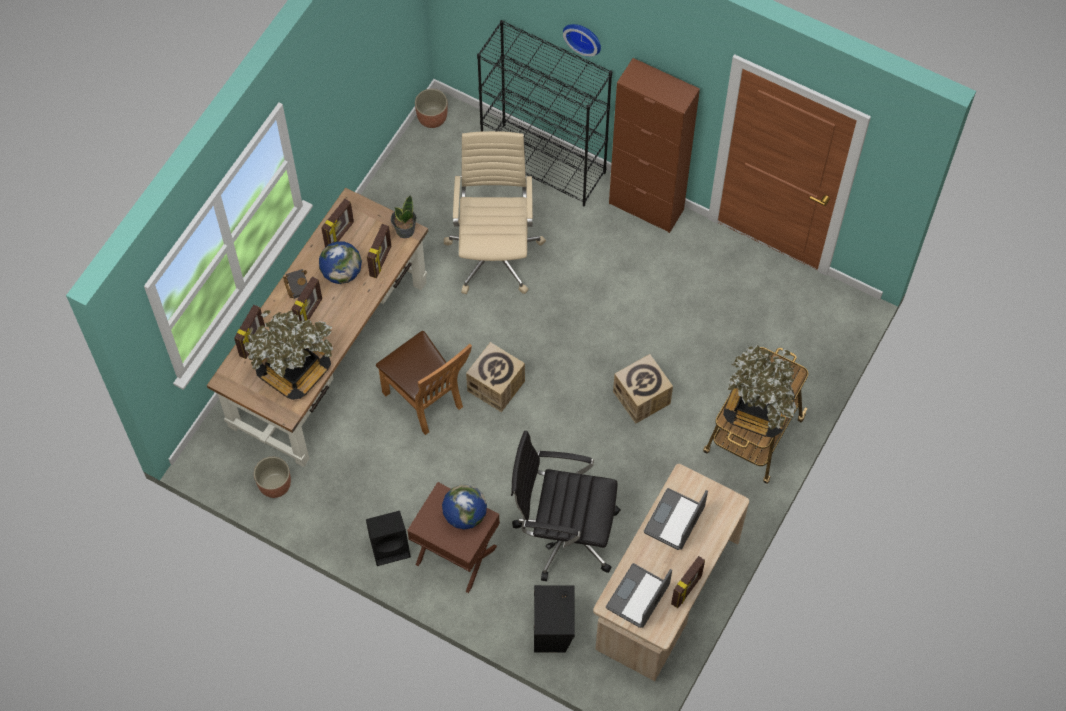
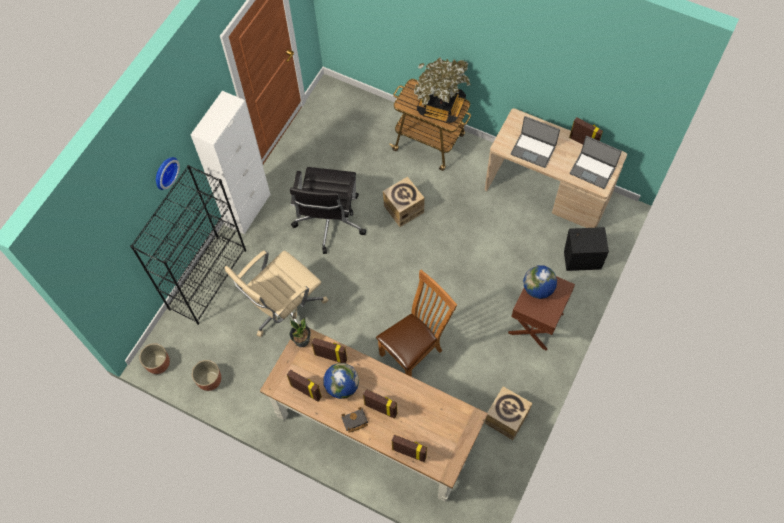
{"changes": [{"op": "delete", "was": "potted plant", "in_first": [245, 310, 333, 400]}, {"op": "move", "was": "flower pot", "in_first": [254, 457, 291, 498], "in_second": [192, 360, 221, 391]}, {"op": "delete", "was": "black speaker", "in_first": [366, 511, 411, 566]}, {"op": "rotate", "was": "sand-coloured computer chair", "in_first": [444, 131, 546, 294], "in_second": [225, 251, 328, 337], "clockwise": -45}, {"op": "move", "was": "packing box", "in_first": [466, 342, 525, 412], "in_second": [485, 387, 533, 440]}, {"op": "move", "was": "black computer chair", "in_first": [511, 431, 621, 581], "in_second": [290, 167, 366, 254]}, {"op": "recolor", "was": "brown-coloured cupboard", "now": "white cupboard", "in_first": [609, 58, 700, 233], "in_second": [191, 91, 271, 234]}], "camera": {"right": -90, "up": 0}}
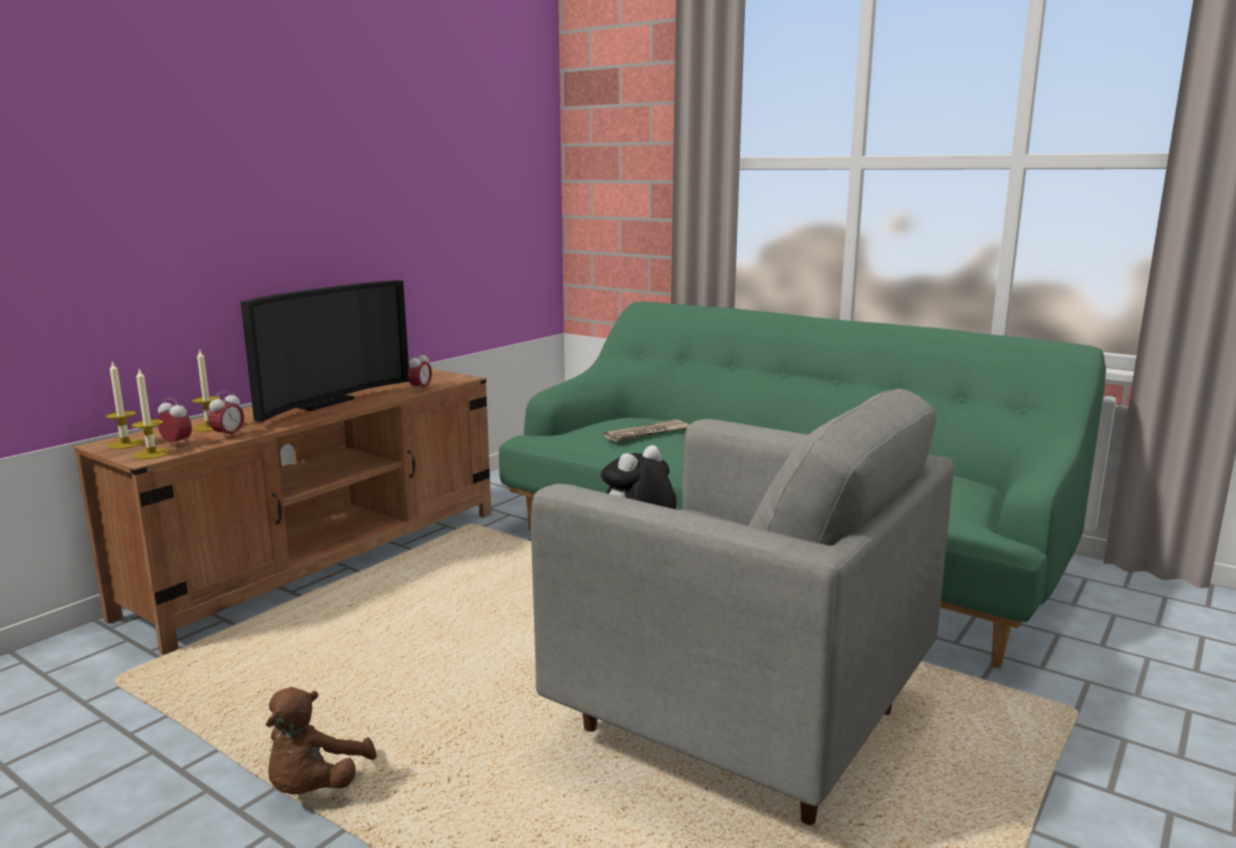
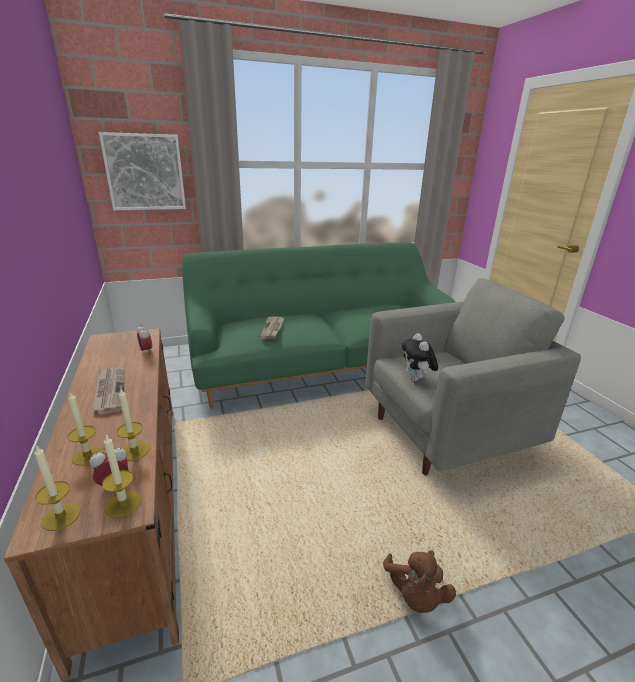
{"changes": [{"op": "replace", "was": "table clock", "now": "candle", "in_first": [209, 391, 244, 440], "in_second": [117, 389, 149, 461]}, {"op": "replace", "was": "TV set", "now": "daily paper", "in_first": [241, 280, 409, 422], "in_second": [92, 368, 125, 414]}, {"op": "rotate", "was": "brown-coloured soft toy", "in_first": [266, 687, 377, 794], "in_second": [383, 550, 456, 613], "clockwise": 45}, {"op": "insert", "now": "picture", "in_second": [99, 132, 186, 210]}], "camera": {"right": -55, "up": 10}}
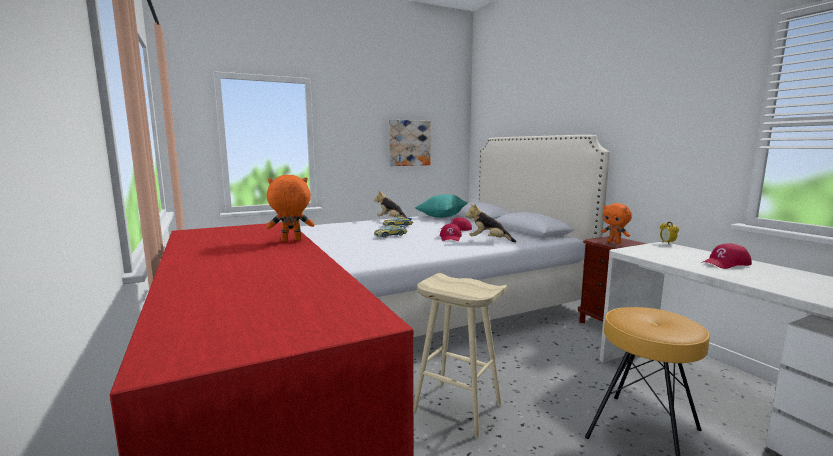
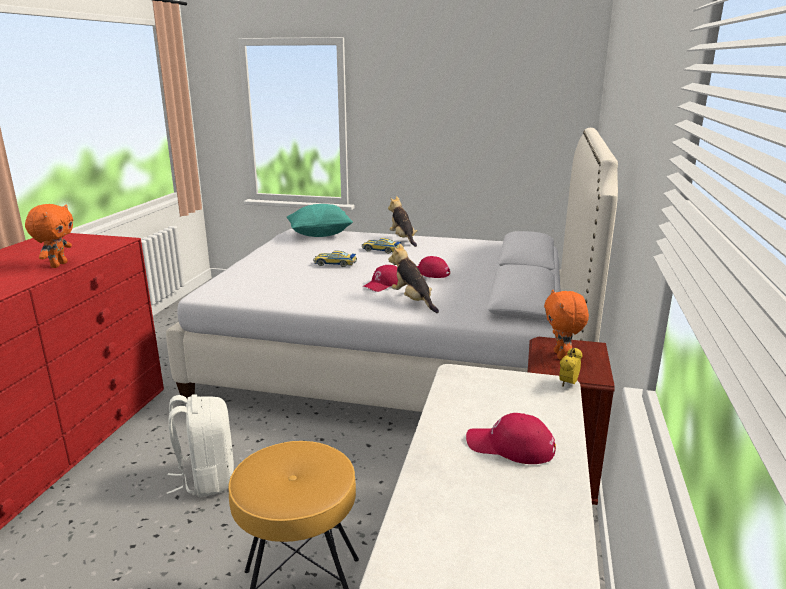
{"changes": [{"op": "rotate", "was": "orange-coloured soft toy", "in_first": [266, 175, 314, 242], "in_second": [25, 204, 73, 268], "clockwise": 75}, {"op": "delete", "was": "picture", "in_first": [389, 120, 431, 166]}, {"op": "replace", "was": "sand-coloured sitting stool", "now": "white backpack", "in_first": [414, 273, 507, 438], "in_second": [167, 394, 234, 497]}, {"op": "move", "was": "turquoise-coloured throw pillow", "in_first": [415, 194, 468, 218], "in_second": [287, 204, 353, 237]}], "camera": {"right": 40, "up": 10}}
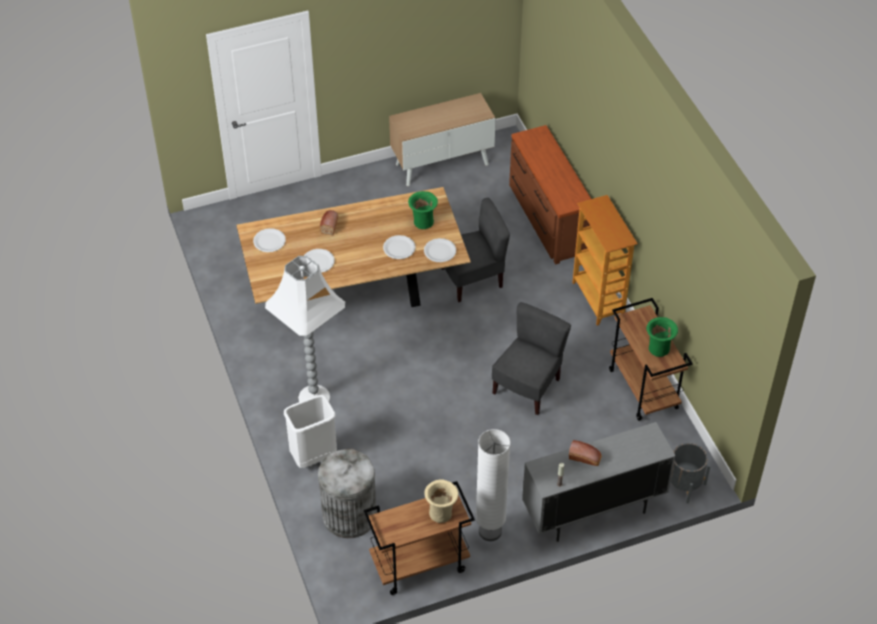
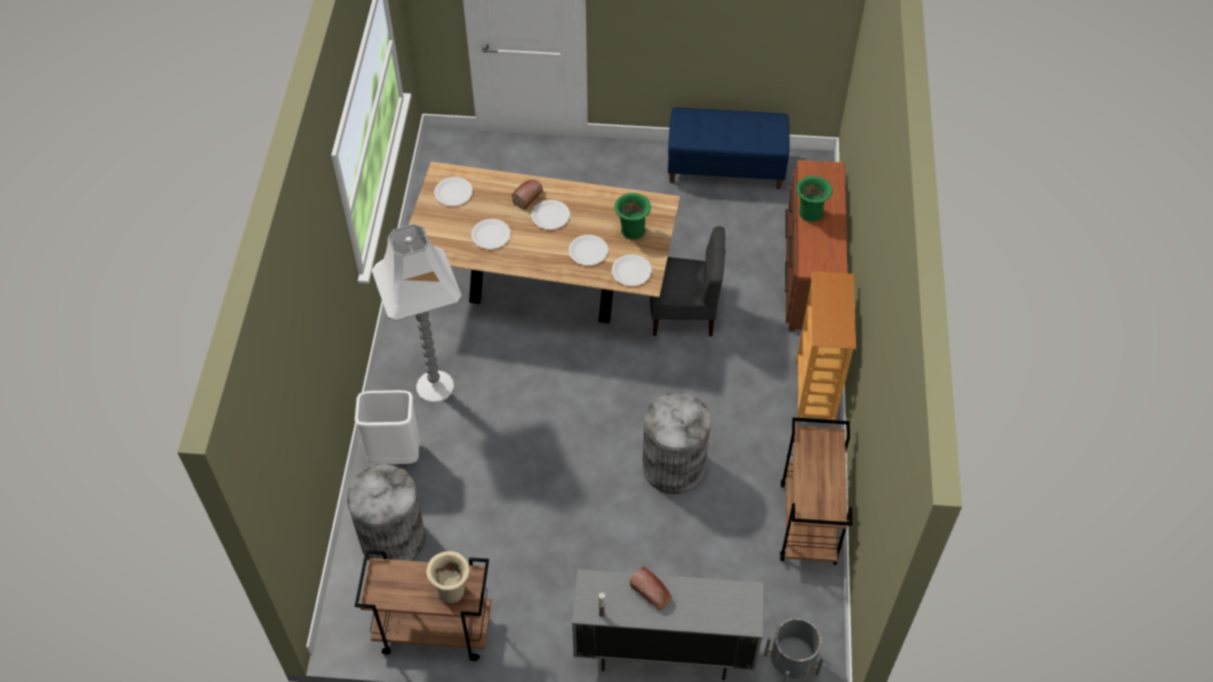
{"changes": [{"op": "replace", "was": "cupboard", "now": "bluish long seat", "in_first": [389, 93, 496, 186], "in_second": [668, 108, 790, 189]}, {"op": "delete", "was": "white standing lamp", "in_first": [476, 429, 511, 541]}, {"op": "replace", "was": "greyish chair", "now": "greyish trash can", "in_first": [492, 302, 571, 415], "in_second": [643, 392, 711, 494]}, {"op": "move", "was": "greenish vase", "in_first": [646, 317, 678, 357], "in_second": [796, 176, 833, 222]}, {"op": "insert", "now": "white dinner plate", "in_second": [531, 200, 570, 230]}], "camera": {"right": 25, "up": 5}}
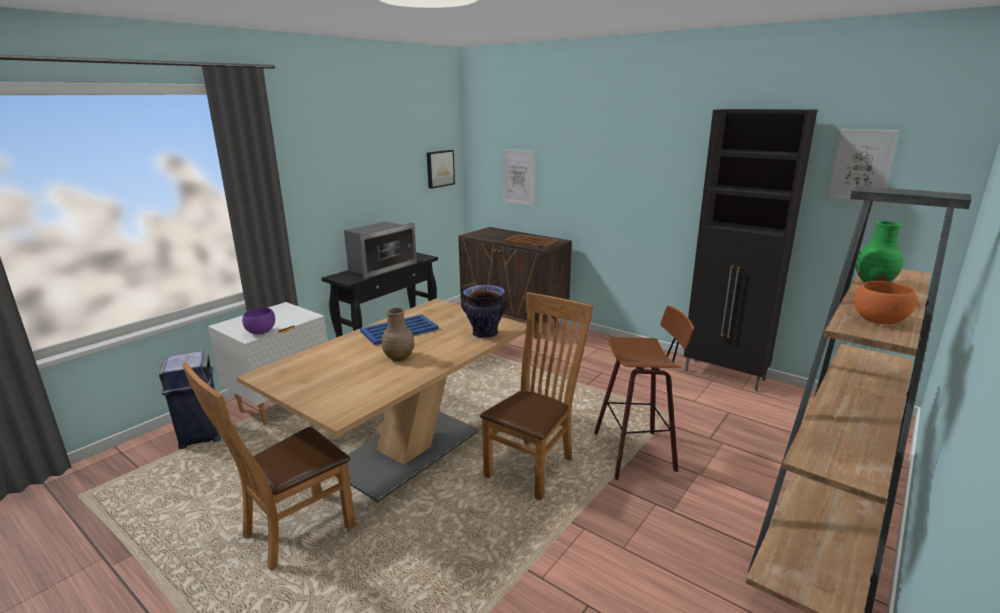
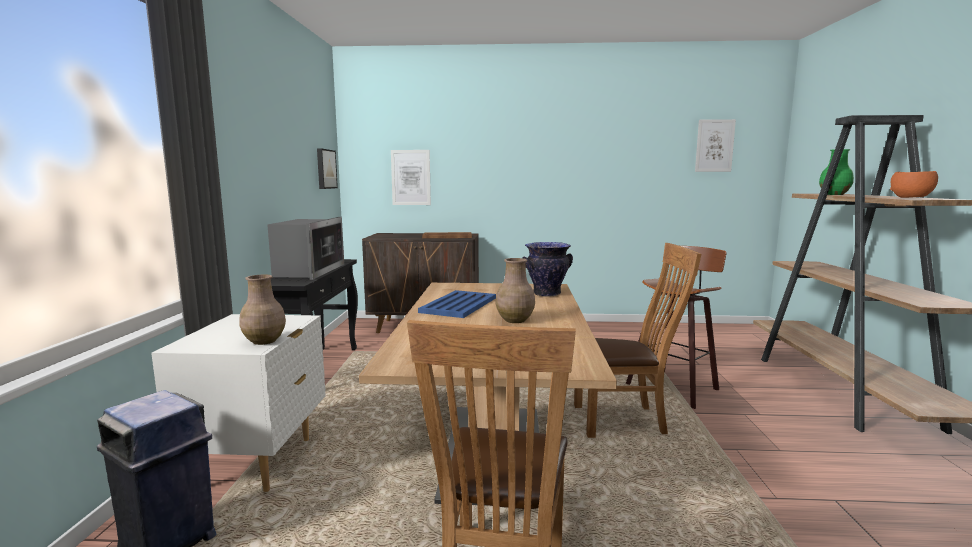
{"changes": [{"op": "replace", "was": "purplish serving bowl", "now": "brown-coloured vase", "in_first": [242, 308, 275, 335], "in_second": [239, 275, 286, 345]}, {"op": "rotate", "was": "brown-coloured chair", "in_first": [480, 292, 593, 501], "in_second": [574, 243, 701, 438], "clockwise": 90}, {"op": "delete", "was": "black cupboard", "in_first": [684, 109, 818, 391]}], "camera": {"right": -35, "up": -10}}
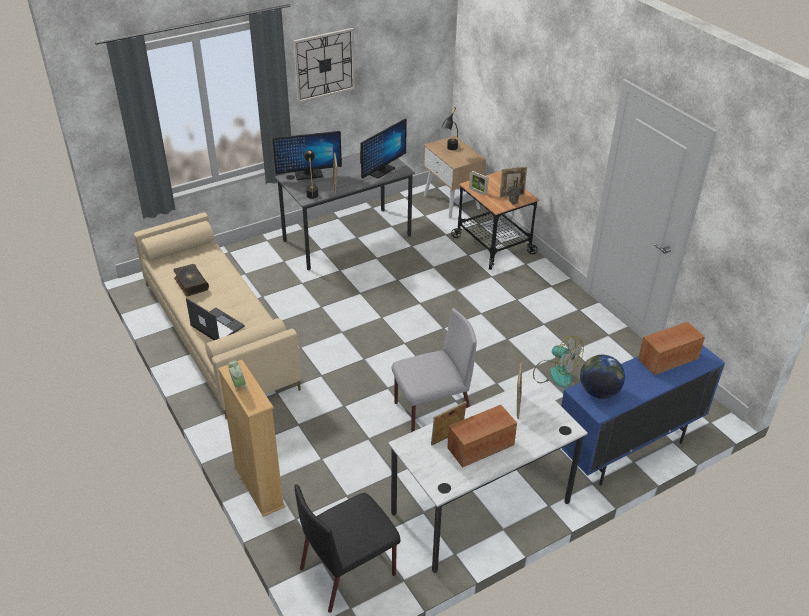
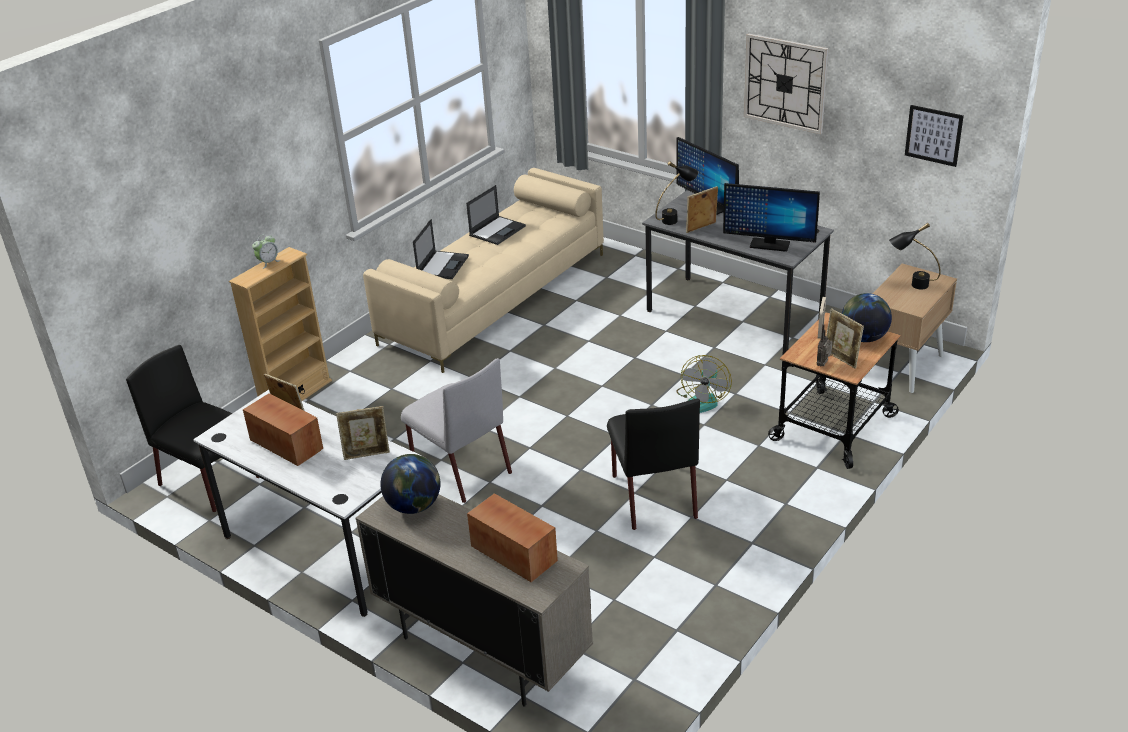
{"changes": [{"op": "replace", "was": "volume", "now": "portable computer", "in_first": [173, 264, 209, 297], "in_second": [466, 185, 526, 245]}, {"op": "move", "was": "fan", "in_first": [533, 336, 584, 388], "in_second": [677, 355, 732, 413]}, {"op": "recolor", "was": "bluish cupboard", "now": "sand-coloured cupboard", "in_first": [561, 346, 725, 486], "in_second": [356, 494, 593, 706]}, {"op": "insert", "now": "black chair", "in_second": [607, 399, 700, 530]}, {"op": "insert", "now": "desk globe", "in_second": [842, 293, 892, 342]}, {"op": "insert", "now": "picture", "in_second": [905, 105, 964, 167]}], "camera": {"right": 70, "up": -5}}
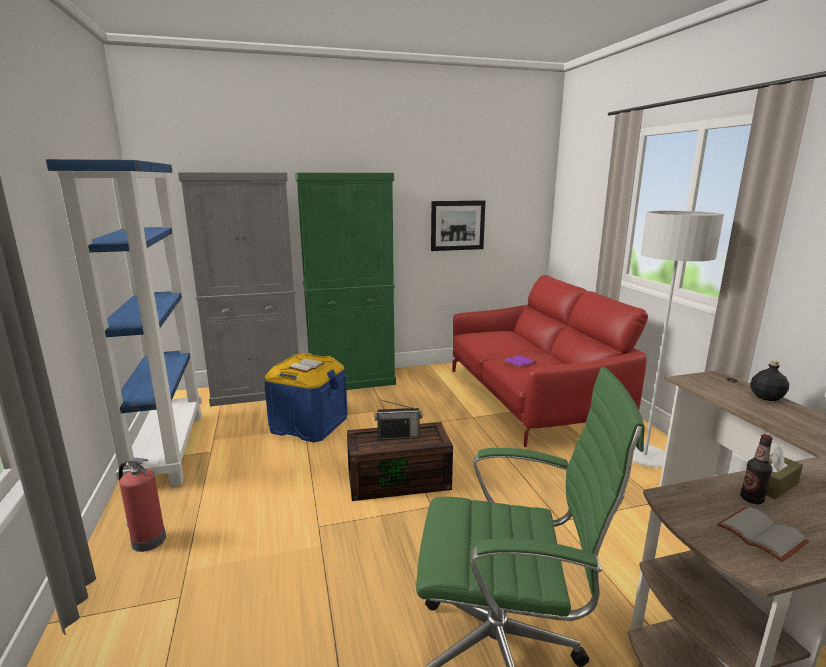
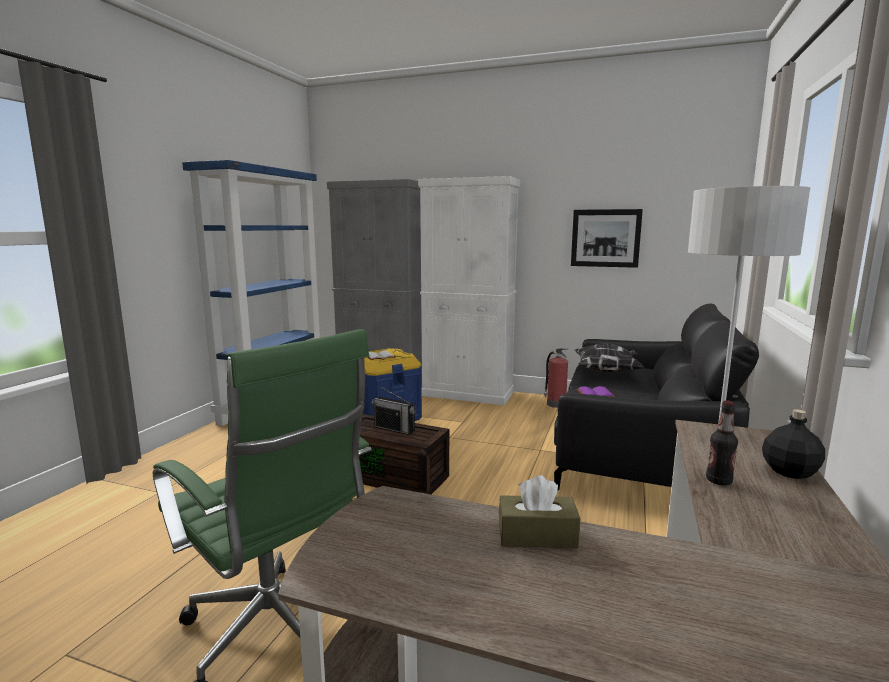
{"changes": [{"op": "move", "was": "extinguisher", "in_first": [119, 458, 166, 552], "in_second": [544, 348, 569, 408]}, {"op": "recolor", "was": "greenish cupboard", "now": "white cupboard", "in_first": [295, 173, 396, 390], "in_second": [418, 176, 520, 405]}, {"op": "recolor", "was": "red-coloured couch", "now": "black couch", "in_first": [452, 275, 648, 447], "in_second": [554, 303, 759, 491]}, {"op": "delete", "was": "greyish volume", "in_first": [717, 507, 810, 562]}, {"op": "move", "was": "bottle", "in_first": [740, 434, 772, 504], "in_second": [706, 401, 738, 485]}, {"op": "insert", "now": "throw pillow", "in_second": [575, 343, 644, 373]}], "camera": {"right": 35, "up": -5}}
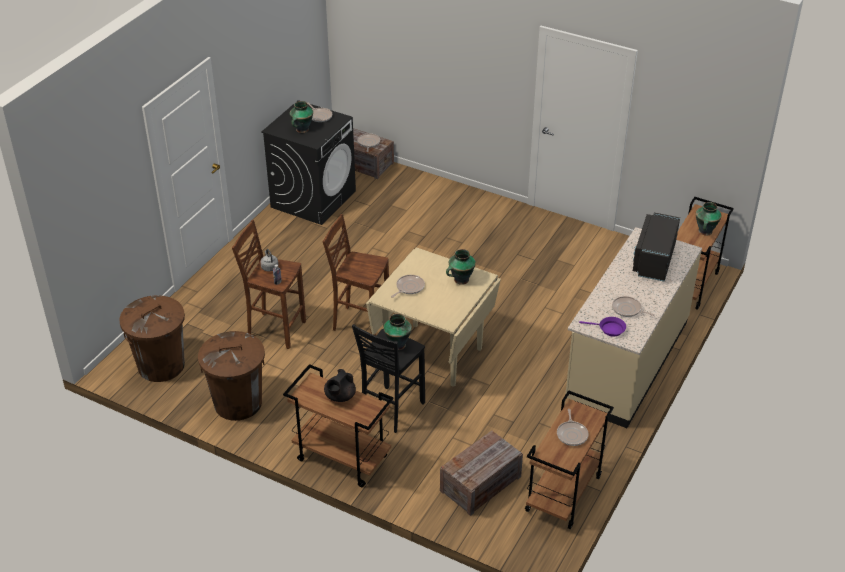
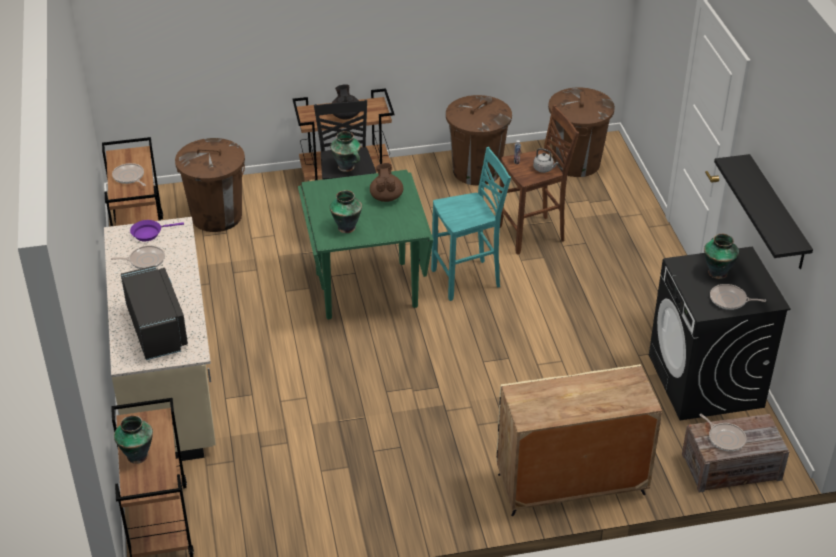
{"changes": [{"op": "recolor", "was": "brown-coloured sitting stool", "now": "turquoise-coloured sitting stool", "in_first": [323, 214, 389, 336], "in_second": [431, 147, 511, 301]}, {"op": "recolor", "was": "sand-coloured kitchen table", "now": "greenish kitchen table", "in_first": [366, 247, 501, 387], "in_second": [298, 170, 433, 319]}, {"op": "replace", "was": "pan", "now": "brown-coloured teapot", "in_first": [391, 275, 425, 298], "in_second": [370, 163, 403, 202]}, {"op": "replace", "was": "crate", "now": "brown-coloured trash can", "in_first": [440, 430, 523, 516], "in_second": [175, 138, 245, 232]}, {"op": "insert", "now": "sand-coloured cupboard", "in_second": [496, 364, 662, 516]}, {"op": "insert", "now": "black wall shelf", "in_second": [714, 154, 813, 269]}], "camera": {"right": 140, "up": 0}}
